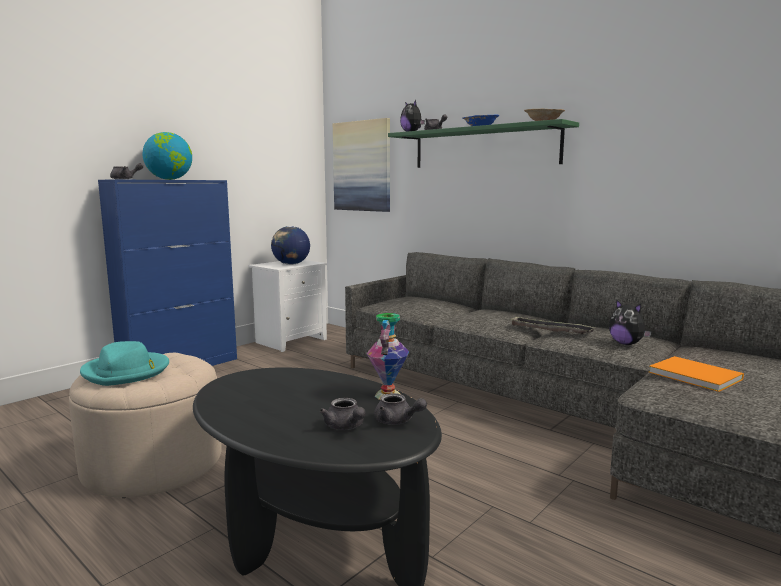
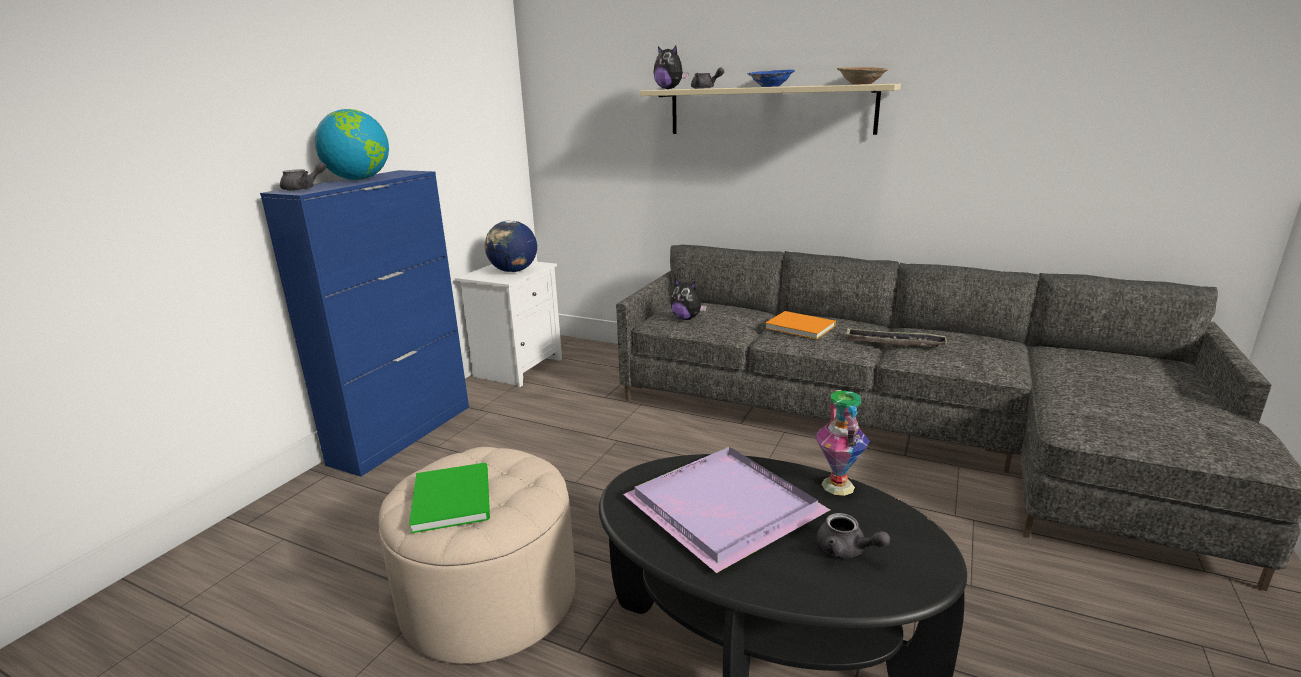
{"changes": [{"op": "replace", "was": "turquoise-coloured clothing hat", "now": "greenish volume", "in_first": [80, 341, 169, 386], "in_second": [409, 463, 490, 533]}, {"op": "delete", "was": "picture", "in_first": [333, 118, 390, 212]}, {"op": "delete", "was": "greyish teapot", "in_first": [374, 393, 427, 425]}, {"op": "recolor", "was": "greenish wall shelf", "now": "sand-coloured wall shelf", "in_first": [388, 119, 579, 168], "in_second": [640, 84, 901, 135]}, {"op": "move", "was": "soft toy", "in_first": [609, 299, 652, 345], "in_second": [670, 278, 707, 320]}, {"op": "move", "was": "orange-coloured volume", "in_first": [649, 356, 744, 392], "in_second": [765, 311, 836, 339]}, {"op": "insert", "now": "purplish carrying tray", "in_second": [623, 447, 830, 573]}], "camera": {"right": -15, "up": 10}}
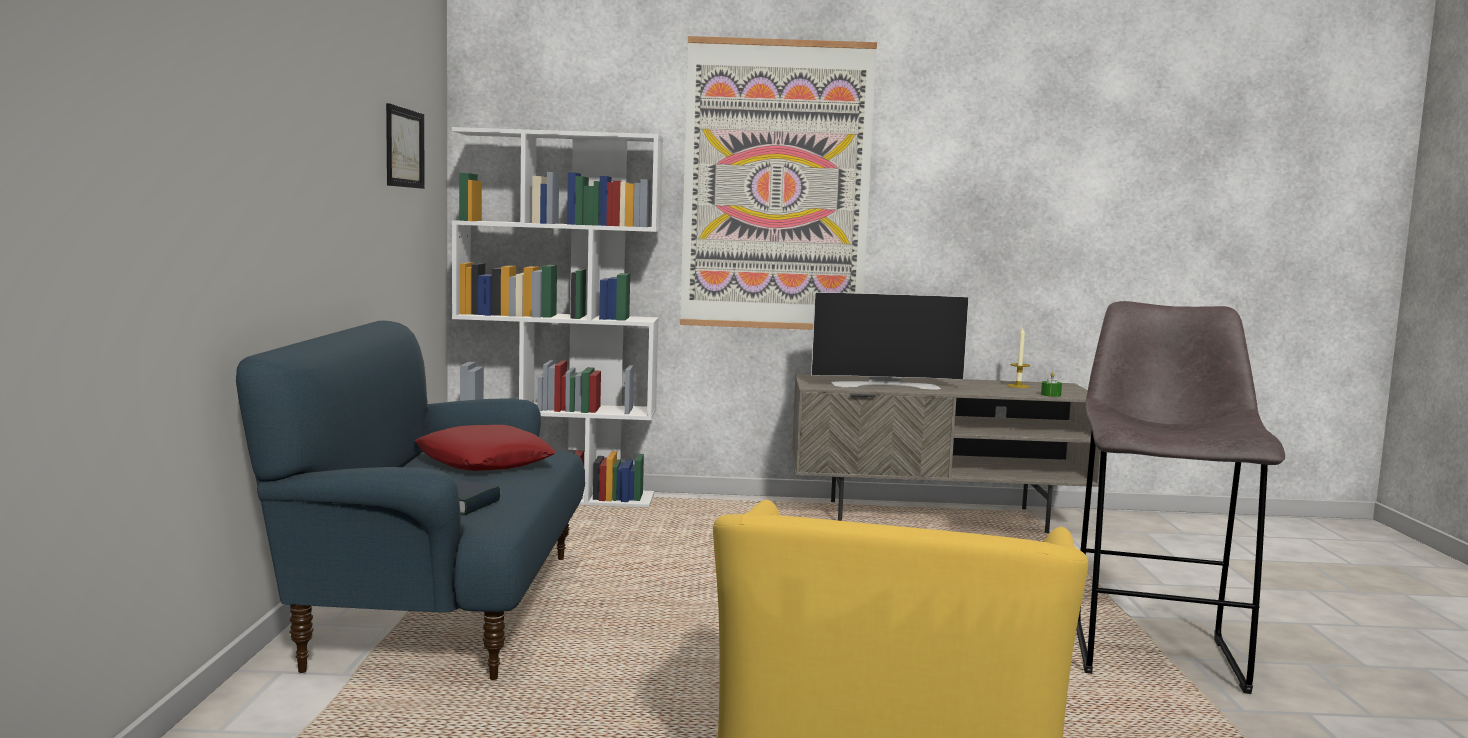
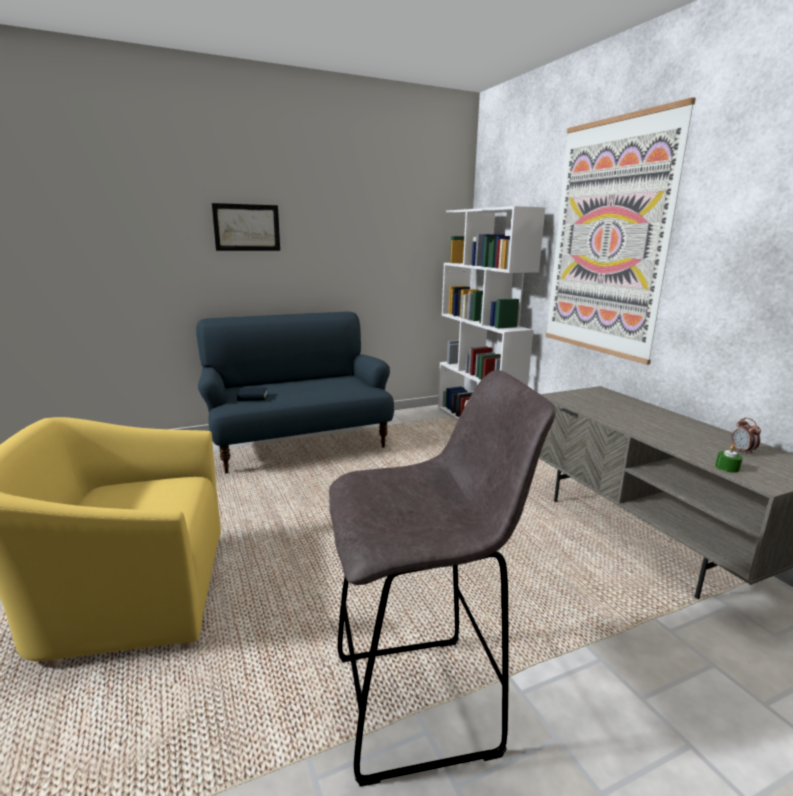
{"changes": [{"op": "move", "was": "picture", "in_first": [386, 103, 425, 189], "in_second": [212, 203, 280, 251]}, {"op": "delete", "was": "red-coloured throw pillow", "in_first": [415, 425, 555, 471]}, {"op": "delete", "was": "TV set", "in_first": [811, 292, 969, 390]}, {"op": "replace", "was": "candle", "now": "table clock", "in_first": [1007, 328, 1030, 388], "in_second": [731, 418, 761, 454]}], "camera": {"right": 65, "up": 10}}
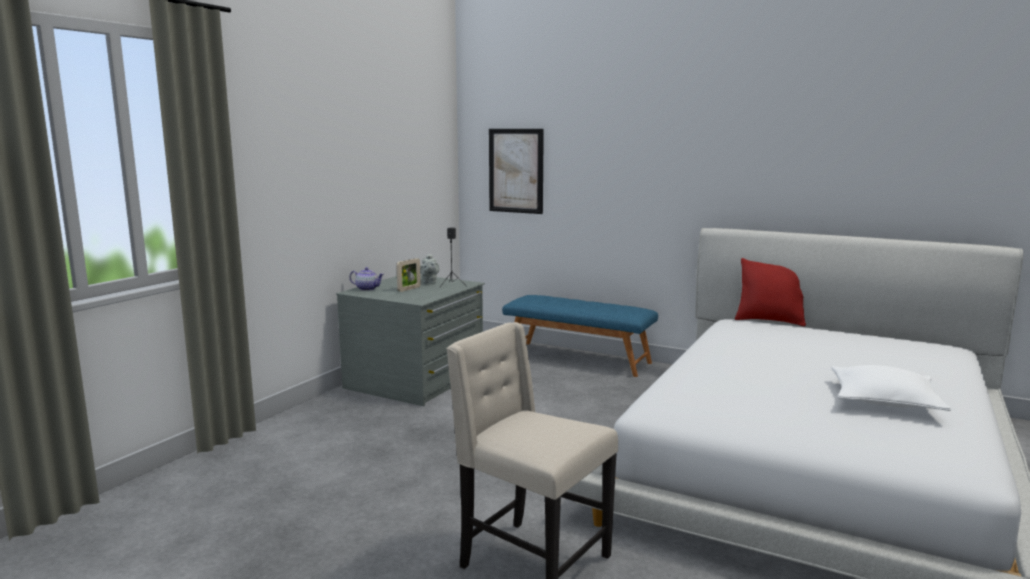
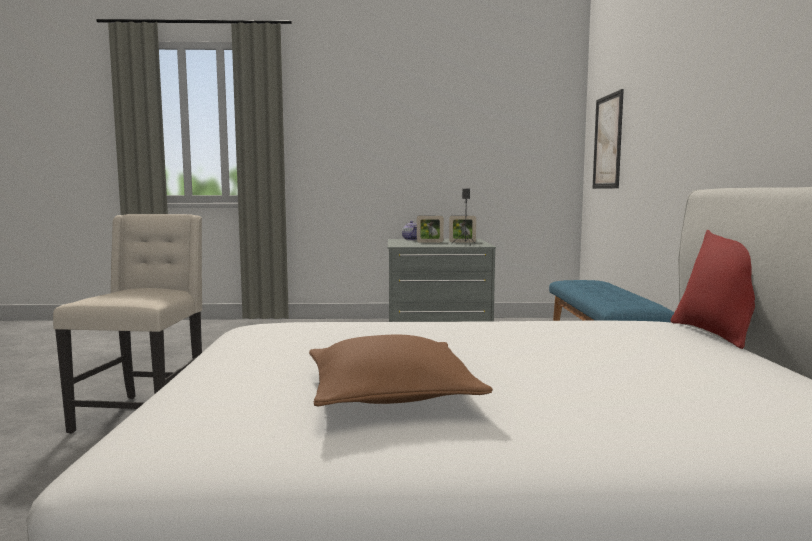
{"changes": [{"op": "replace", "was": "greyish teapot", "now": "standing frame", "in_first": [420, 254, 439, 284], "in_second": [449, 216, 476, 243]}, {"op": "recolor", "was": "white throw pillow", "now": "brown-coloured throw pillow", "in_first": [831, 365, 951, 411], "in_second": [309, 335, 493, 407]}], "camera": {"right": 60, "up": -5}}
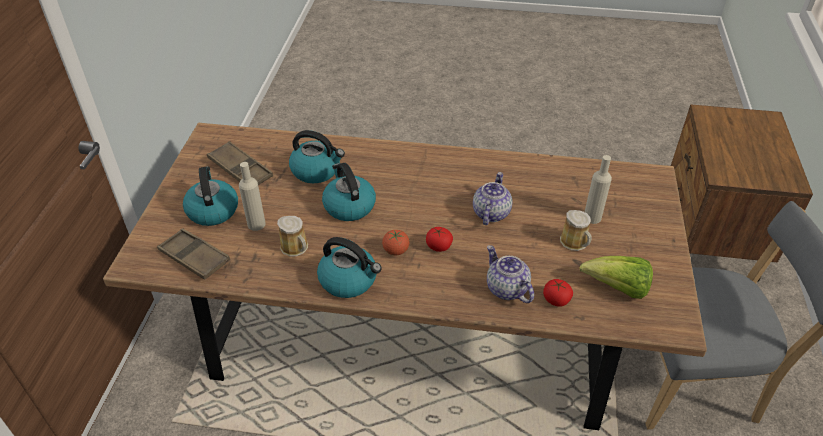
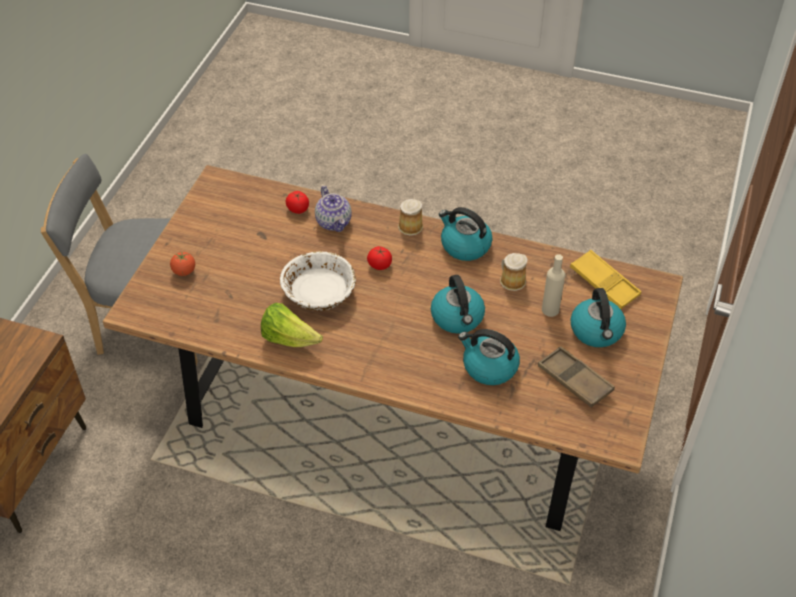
{"changes": [{"op": "recolor", "was": "brown-coloured carrying tray", "now": "yellow-coloured carrying tray", "in_first": [157, 228, 230, 280], "in_second": [570, 250, 641, 309]}, {"op": "move", "was": "whole tomato", "in_first": [382, 230, 409, 255], "in_second": [170, 252, 195, 276]}, {"op": "replace", "was": "teapot", "now": "white serving bowl", "in_first": [473, 172, 512, 225], "in_second": [280, 251, 356, 311]}, {"op": "move", "was": "mug", "in_first": [560, 210, 592, 251], "in_second": [398, 199, 423, 236]}, {"op": "move", "was": "lettuce head", "in_first": [579, 256, 653, 299], "in_second": [261, 303, 323, 347]}, {"op": "delete", "was": "sand-coloured bottle", "in_first": [585, 155, 612, 224]}], "camera": {"right": -170, "up": 5}}
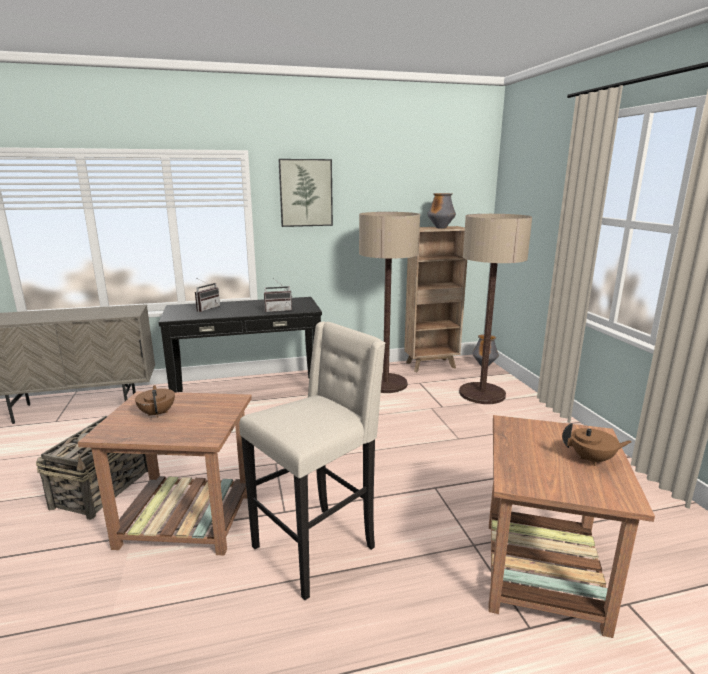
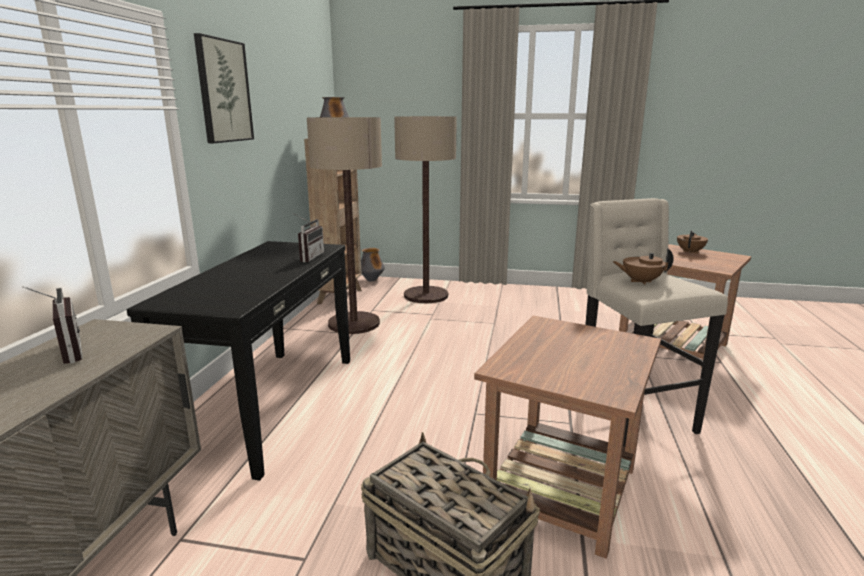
{"changes": [{"op": "move", "was": "brown-coloured teapot", "in_first": [135, 385, 175, 418], "in_second": [612, 248, 674, 285]}, {"op": "move", "was": "radio set", "in_first": [195, 278, 220, 312], "in_second": [22, 286, 83, 364]}], "camera": {"right": -65, "up": 0}}
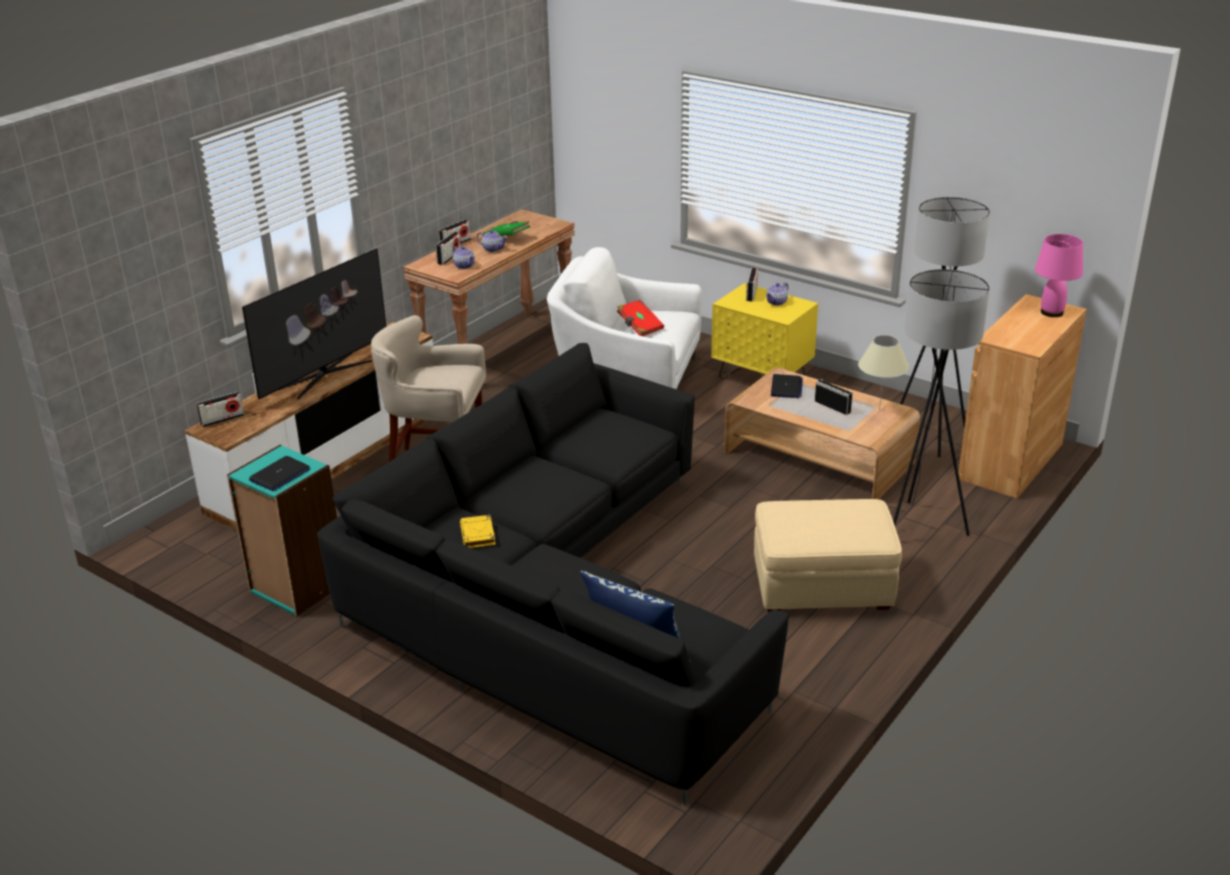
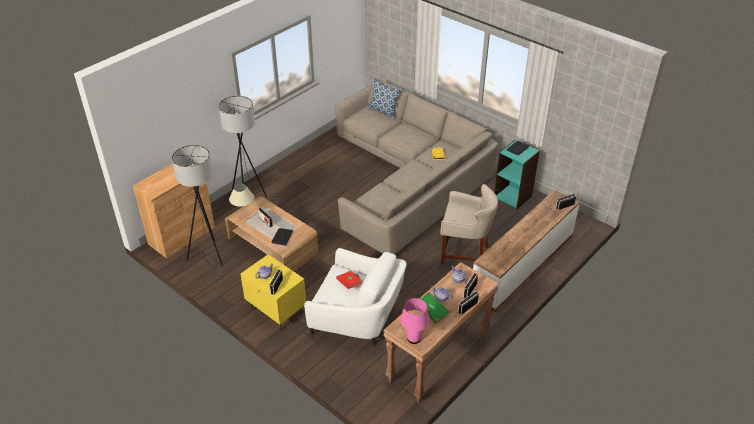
{"changes": [{"op": "delete", "was": "TV set", "in_first": [242, 248, 386, 399]}, {"op": "recolor", "was": "black couch", "now": "sand-coloured couch", "in_first": [317, 343, 789, 805], "in_second": [335, 77, 498, 254]}, {"op": "delete", "was": "sand-coloured footrest", "in_first": [754, 499, 902, 613]}, {"op": "move", "was": "pinkish table lamp", "in_first": [1035, 234, 1083, 317], "in_second": [401, 298, 429, 344]}], "camera": {"right": -175, "up": 10}}
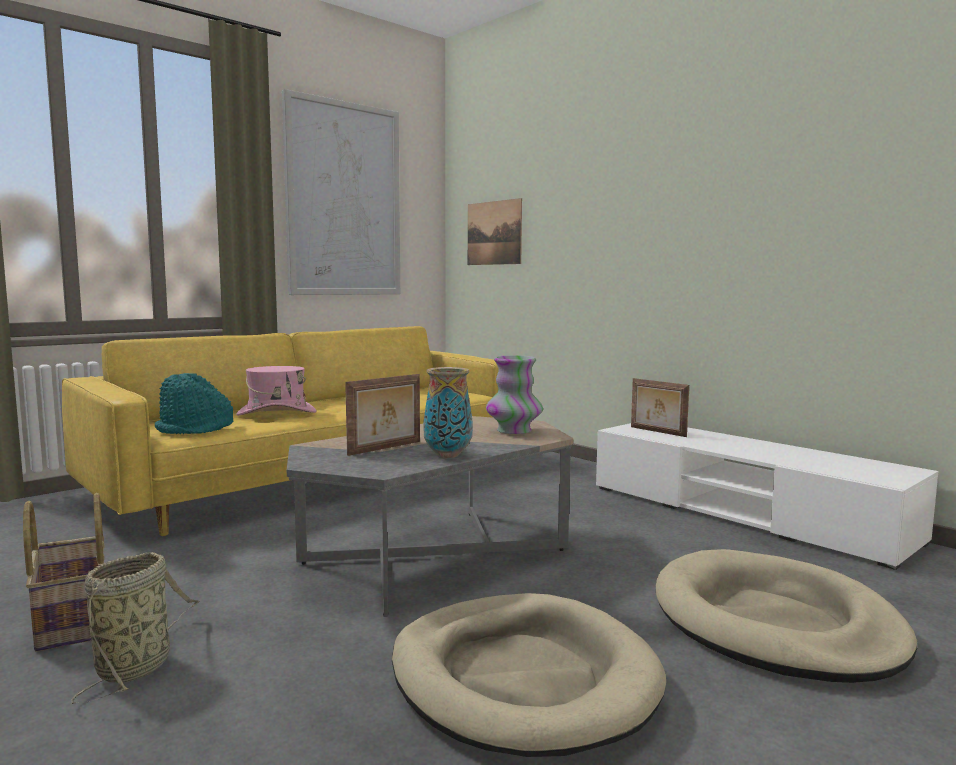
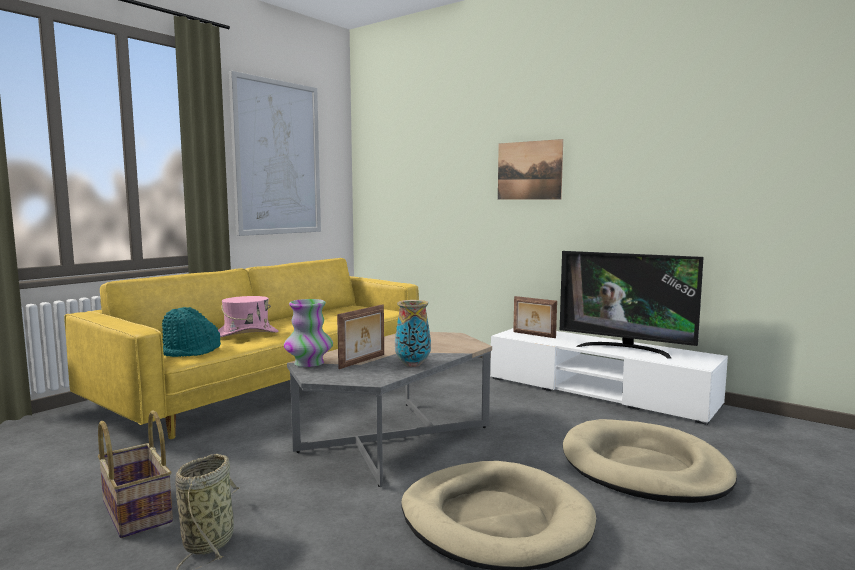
{"changes": [{"op": "move", "was": "picture", "in_first": [468, 198, 522, 265], "in_second": [498, 139, 563, 200]}, {"op": "move", "was": "vase", "in_first": [486, 355, 543, 434], "in_second": [284, 299, 333, 367]}, {"op": "insert", "now": "TV set", "in_second": [560, 251, 704, 359]}], "camera": {"right": -10, "up": 0}}
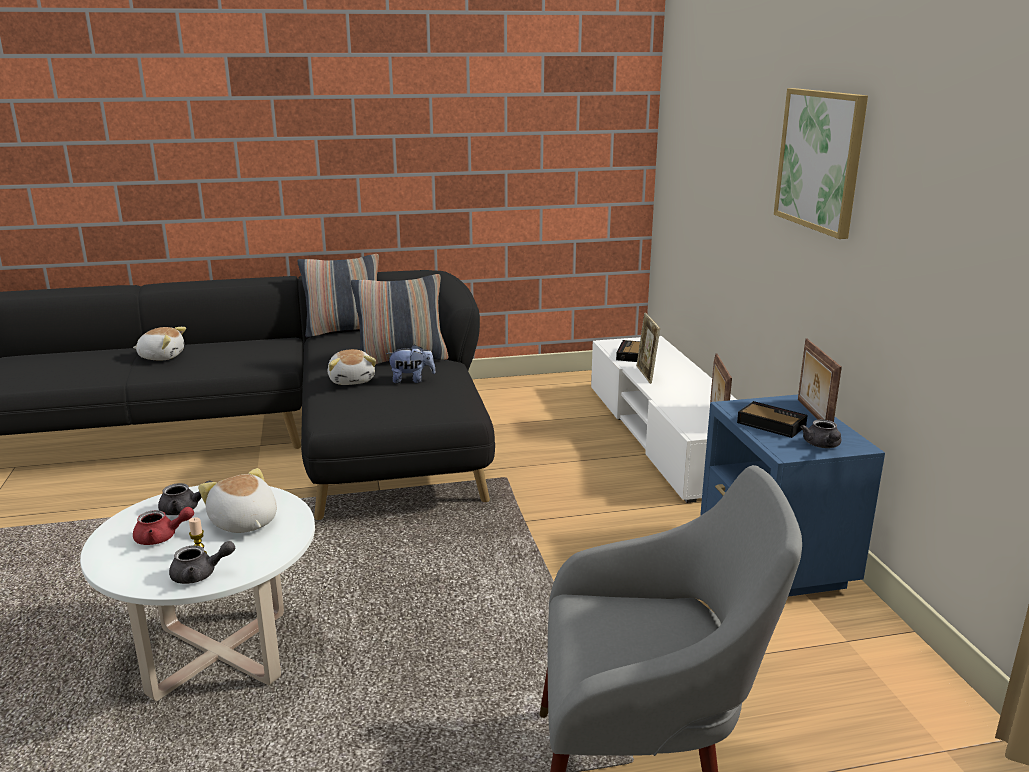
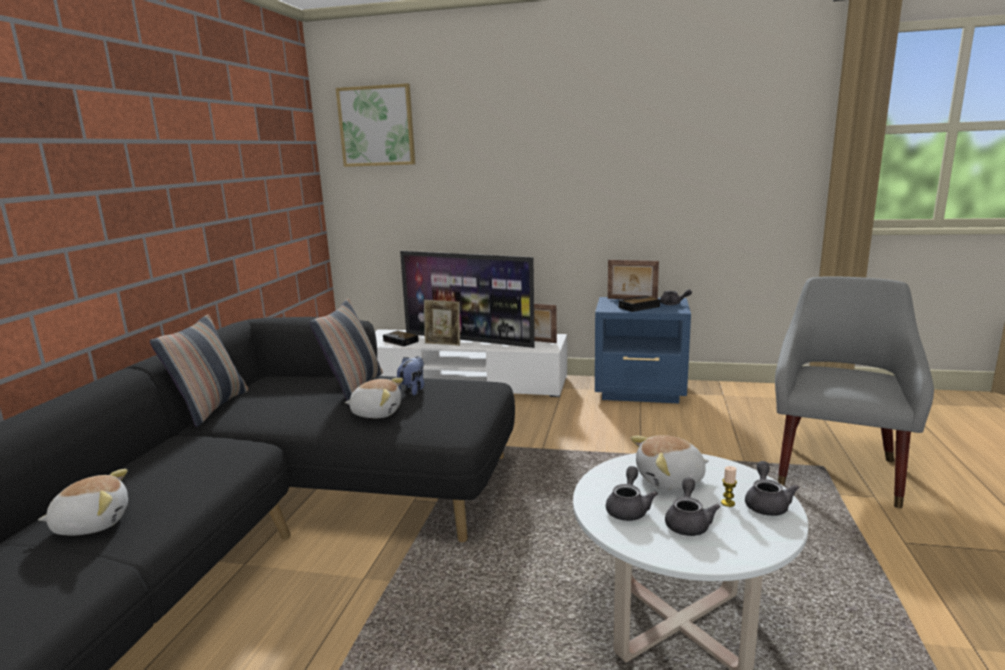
{"changes": [{"op": "rotate", "was": "soft toy", "in_first": [133, 327, 186, 360], "in_second": [38, 469, 128, 535], "clockwise": 45}, {"op": "recolor", "was": "red-coloured teapot", "now": "greyish teapot", "in_first": [133, 507, 194, 545], "in_second": [665, 478, 720, 536]}, {"op": "move", "was": "picture", "in_first": [774, 88, 868, 239], "in_second": [336, 83, 415, 167]}, {"op": "insert", "now": "TV set", "in_second": [400, 251, 535, 348]}], "camera": {"right": -65, "up": -5}}
